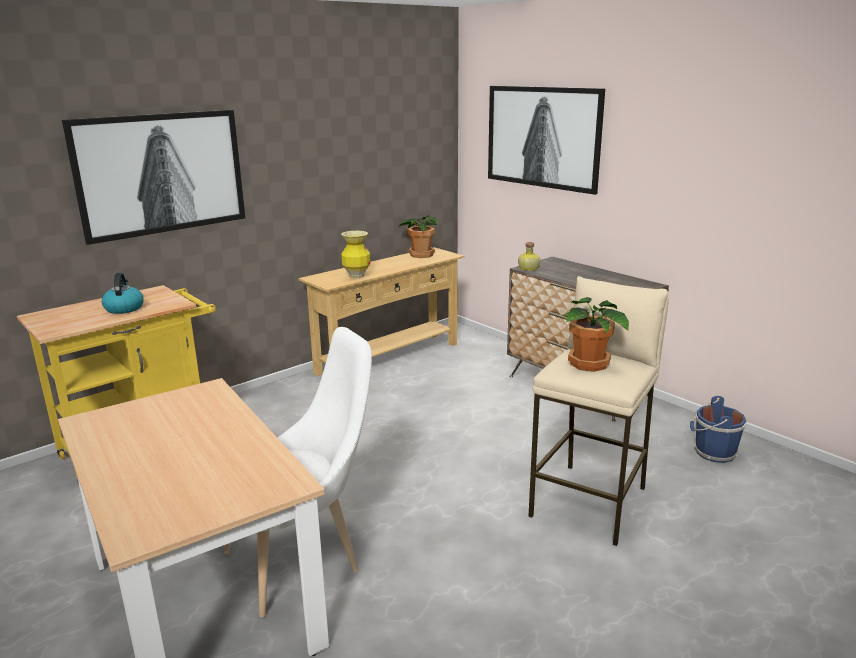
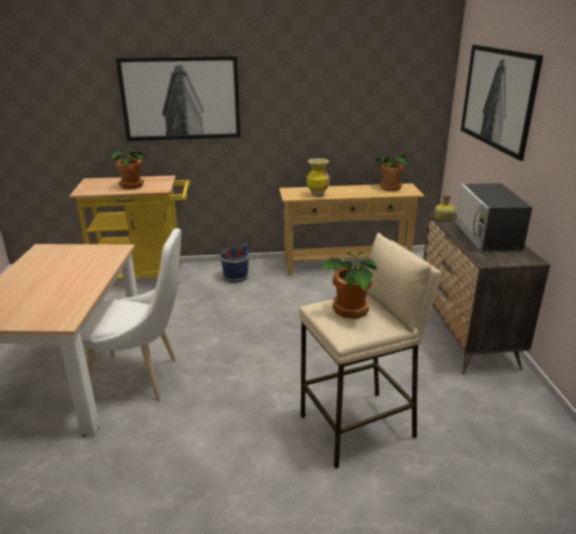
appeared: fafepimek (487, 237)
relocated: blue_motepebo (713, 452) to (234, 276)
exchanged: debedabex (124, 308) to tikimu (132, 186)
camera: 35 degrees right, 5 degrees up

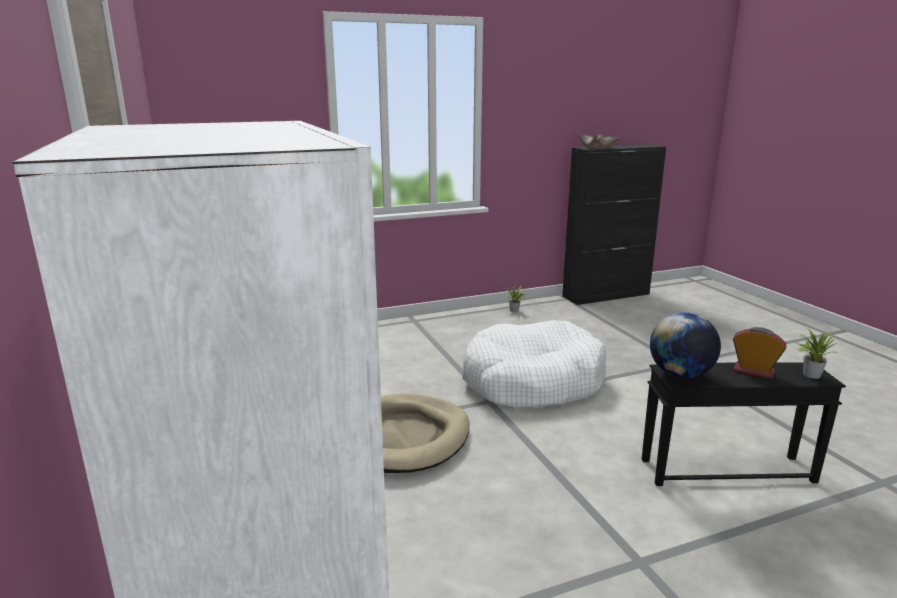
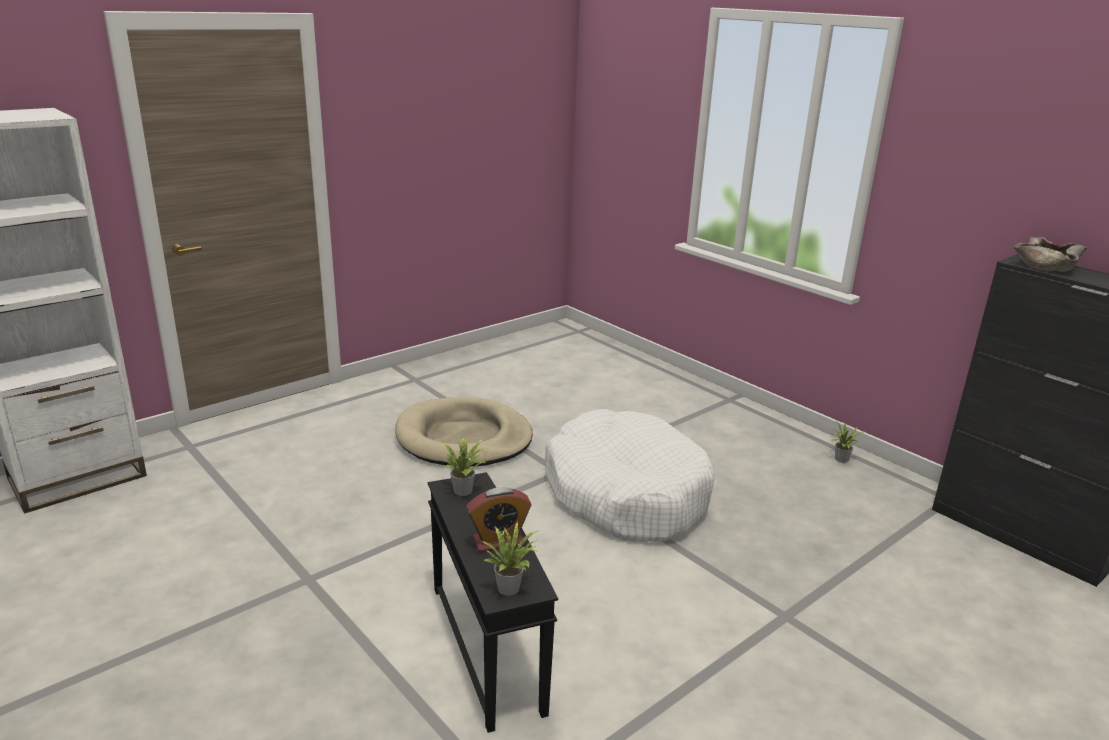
exchanged: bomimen (680, 374) to tikimu (465, 490)
spun: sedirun (753, 371) = (498, 542) 60 degrees clockwise
camera: 70 degrees right, 5 degrees up

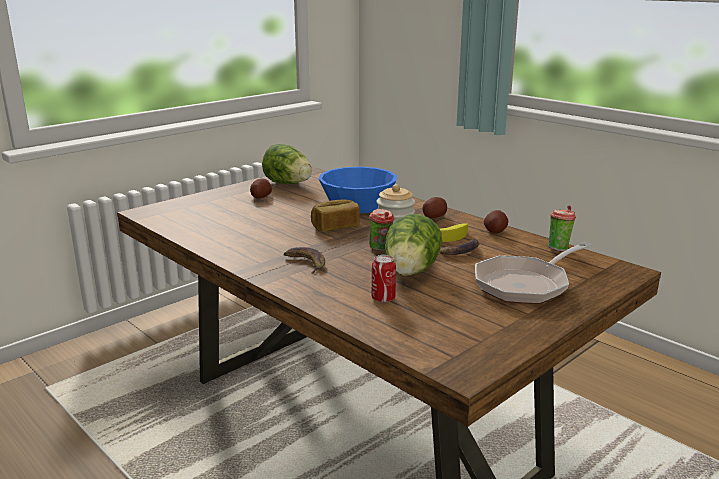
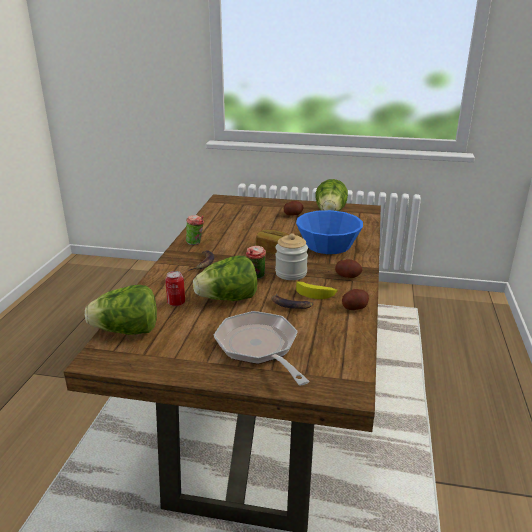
appeared: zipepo (127, 331)
relocated: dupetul (558, 248) to (196, 243)
spun: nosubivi (526, 284) = (259, 348) 45 degrees clockwise
camera: 55 degrees right, 5 degrees up

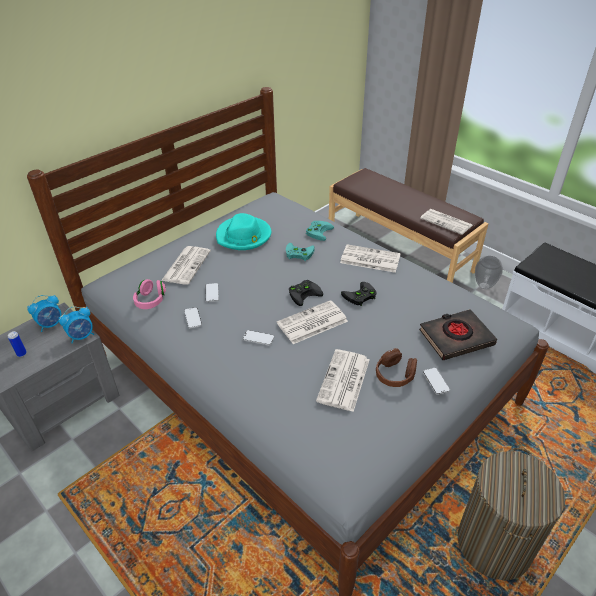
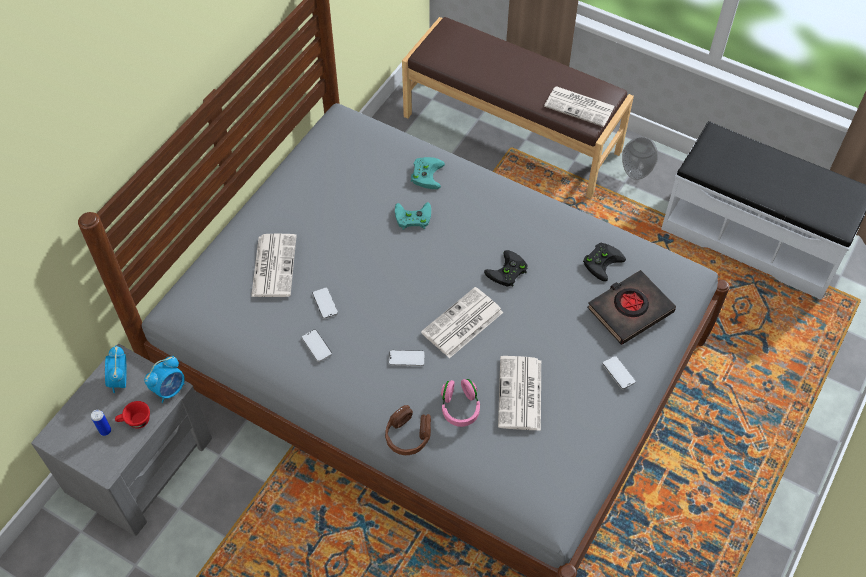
missing: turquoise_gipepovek (244, 236); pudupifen (369, 259); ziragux (494, 544)
appeared: red_dupetul (135, 421)
relocated: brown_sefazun (395, 375) to (408, 436); pink_sefazun (151, 301) to (460, 408); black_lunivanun (304, 293) to (602, 261)
spun: sedirun (51, 324) = (120, 380) 135 degrees clockwise
camera: 15 degrees left, 15 degrees up

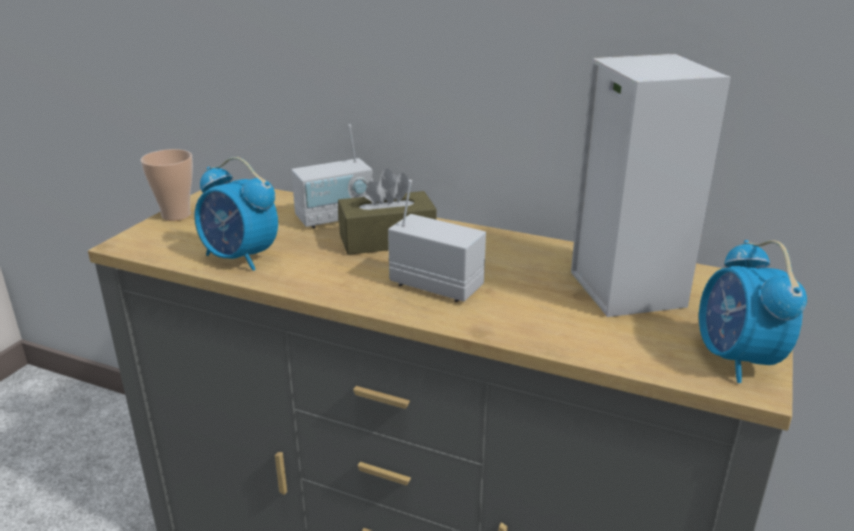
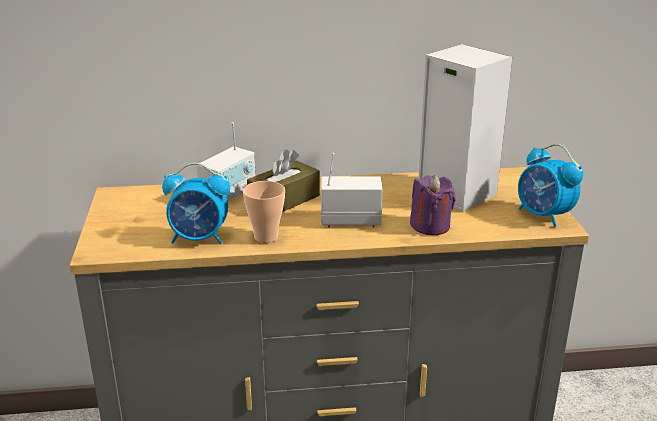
appeared: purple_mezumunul (430, 226)
relocated: dupetul (176, 215) to (266, 237)
camera: 30 degrees left, 0 degrees up

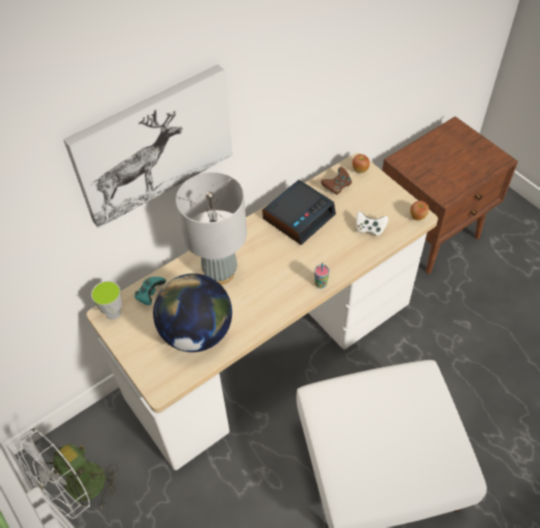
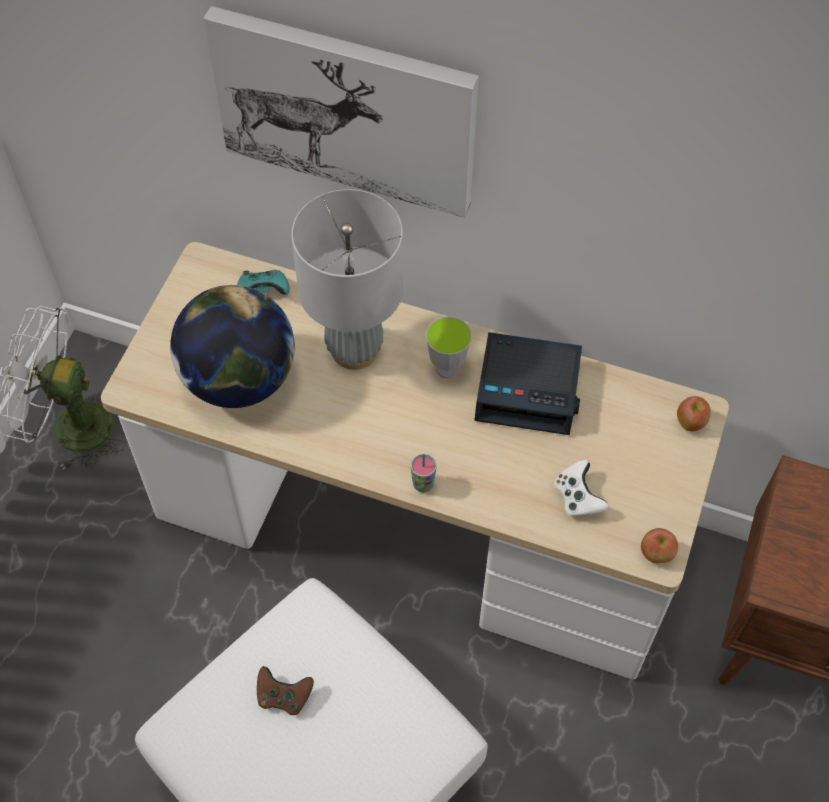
relocated: brown_lunivanun (337, 186) to (283, 696); dupetul (113, 313) to (447, 368)
camera: 55 degrees right, 5 degrees up

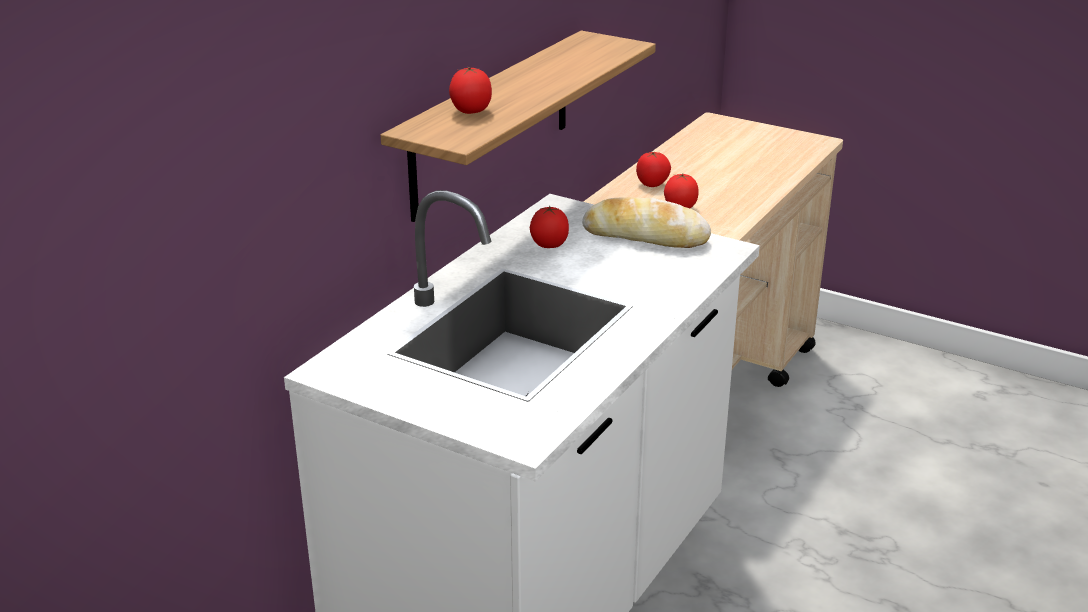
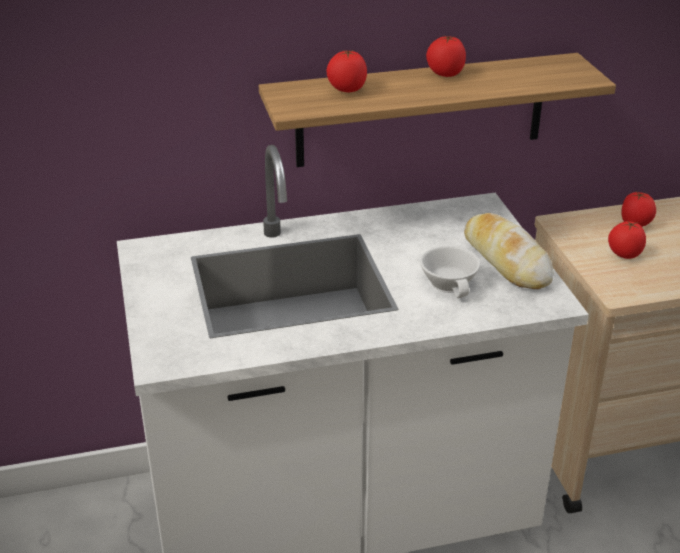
appeared: white_dupetul (451, 283)
relocated: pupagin (548, 246) to (444, 74)
camera: 45 degrees right, 5 degrees up

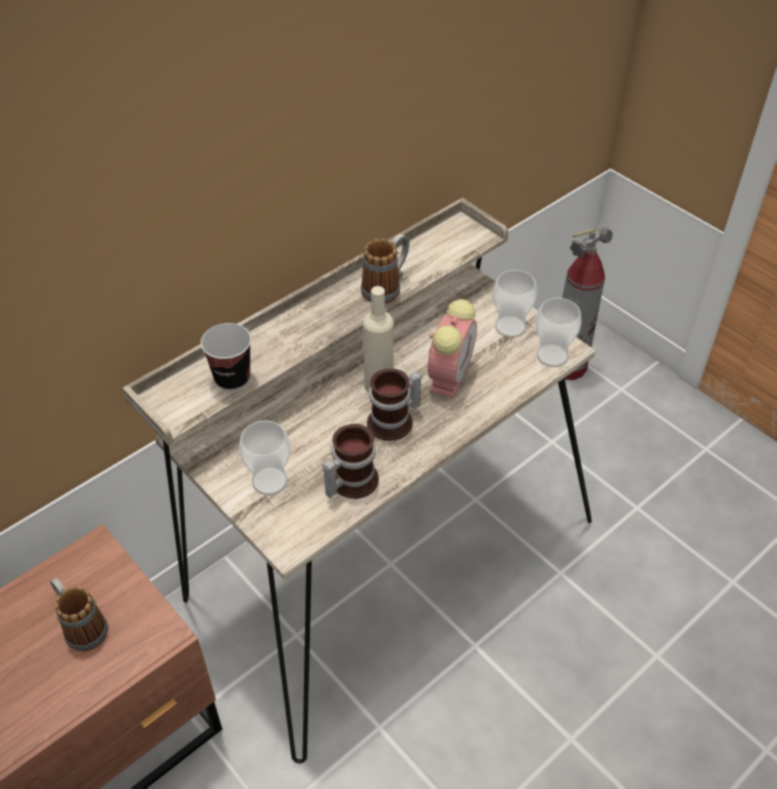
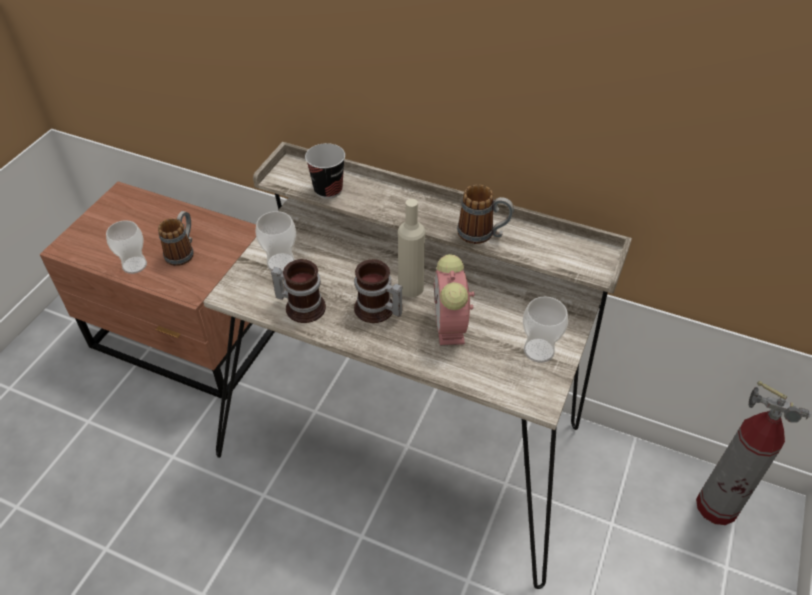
relocated: dupetul (552, 356) to (134, 265)
spun: sedirun (450, 375) = (450, 327) 90 degrees clockwise
camera: 65 degrees right, 0 degrees up

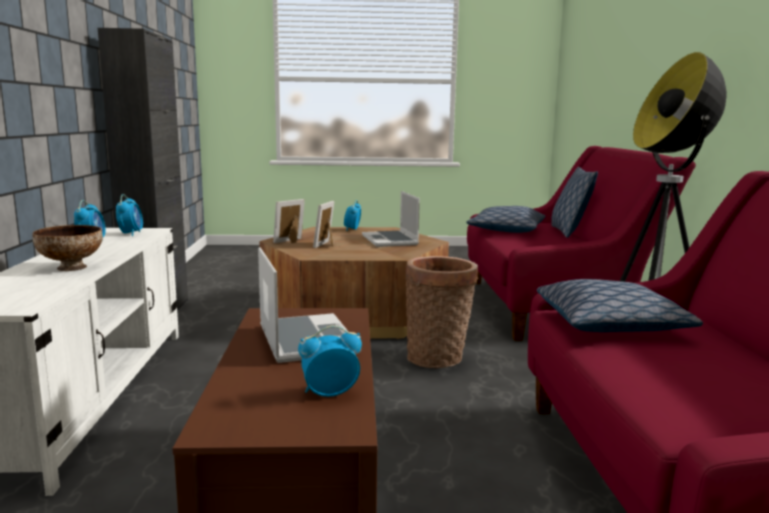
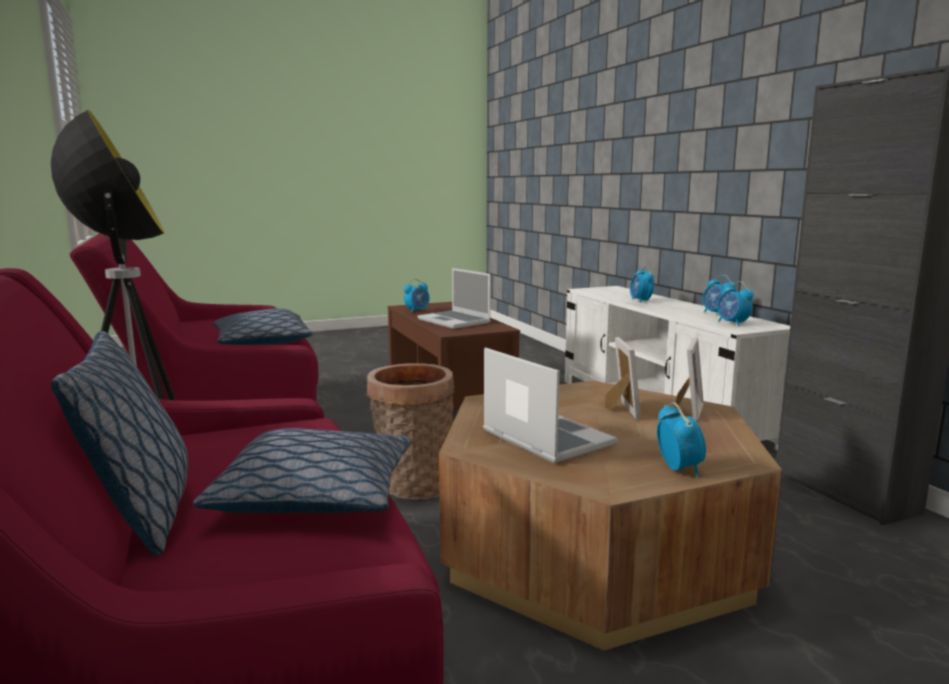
exchanged: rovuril (71, 267) to sedirun (641, 301)
camera: 160 degrees right, 0 degrees up

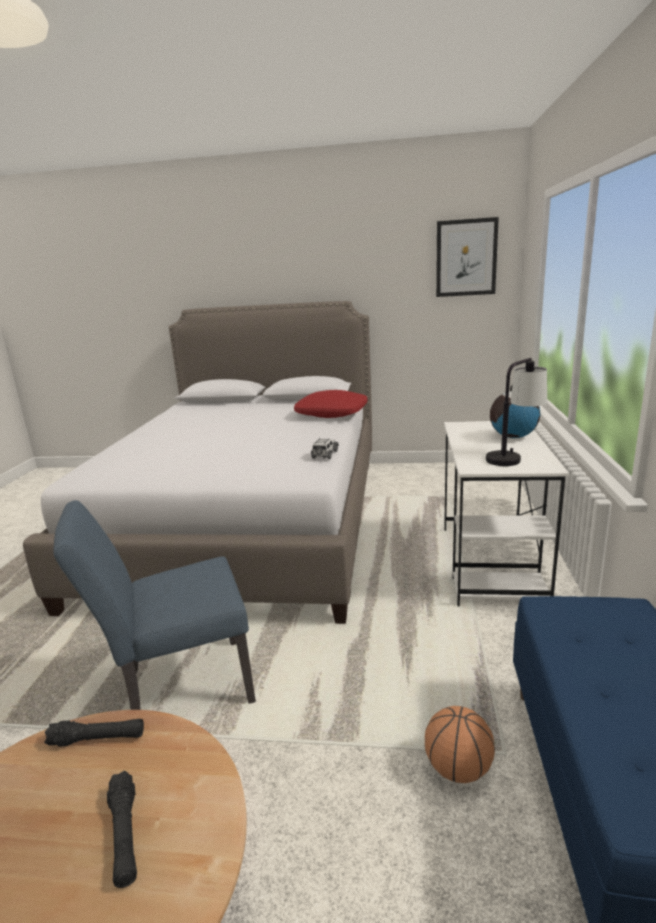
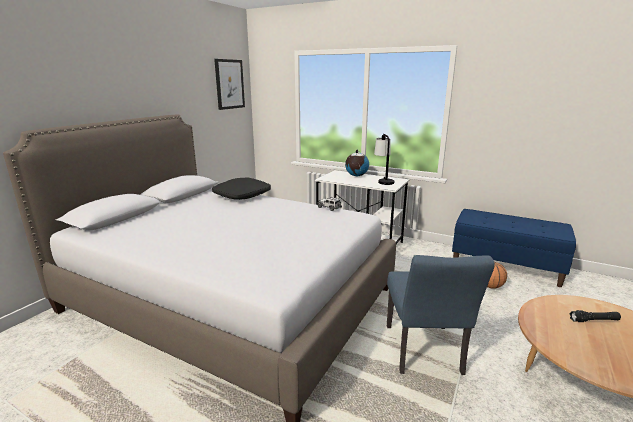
missing: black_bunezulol (97, 739)
colour: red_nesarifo (332, 413) to black_nesarifo (242, 195)
camera: 70 degrees left, 0 degrees up

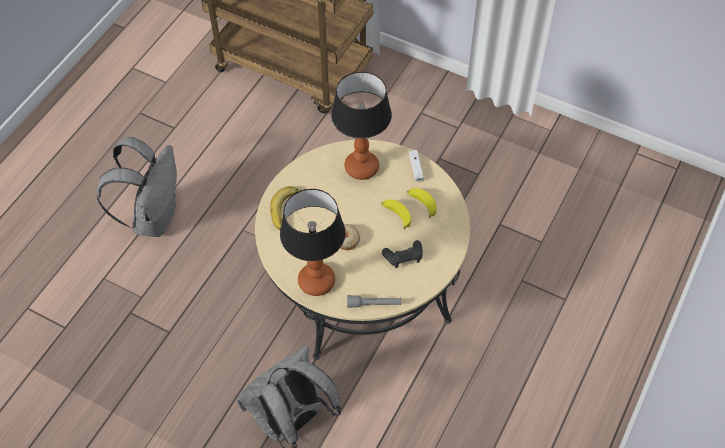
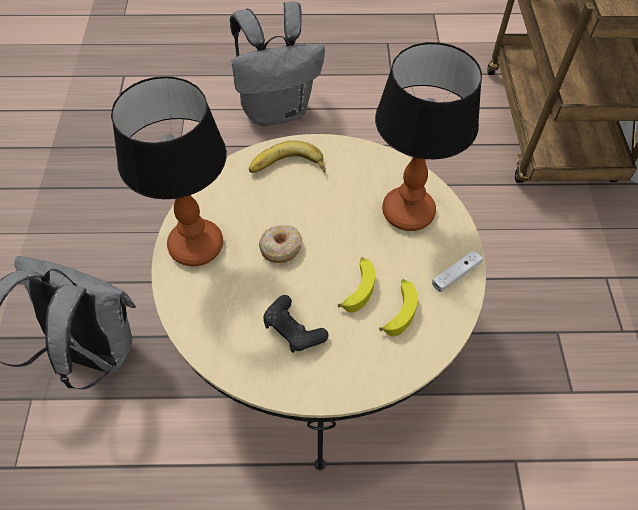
missing: grey_bunezulol (374, 304)
camera: 60 degrees right, 0 degrees up

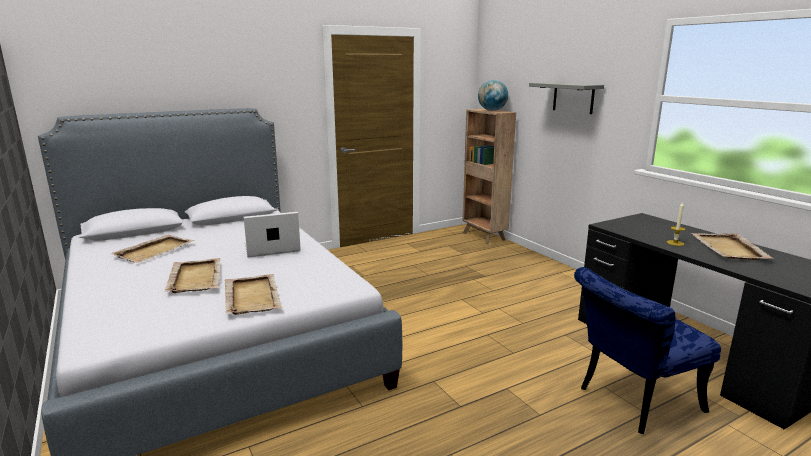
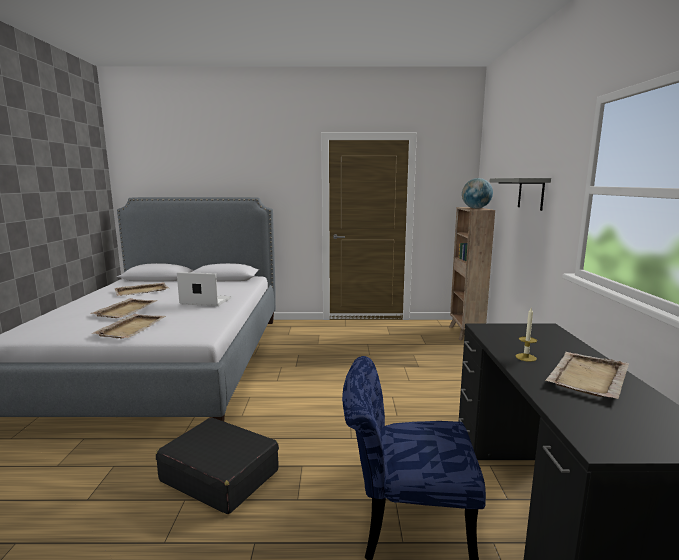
appeared: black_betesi (219, 475)
camera: 30 degrees right, 5 degrees down

